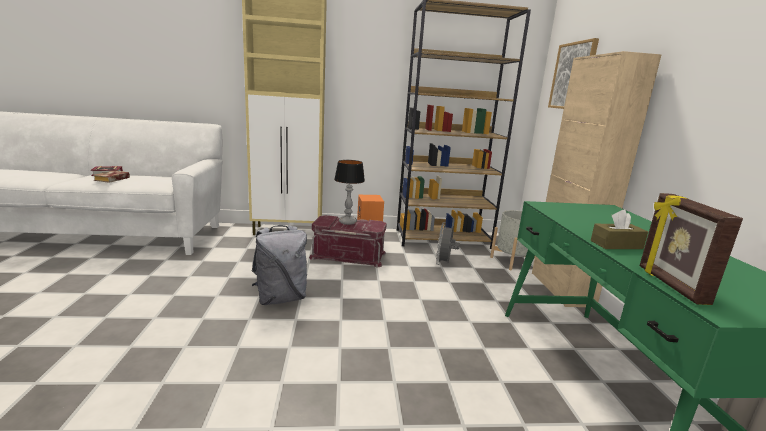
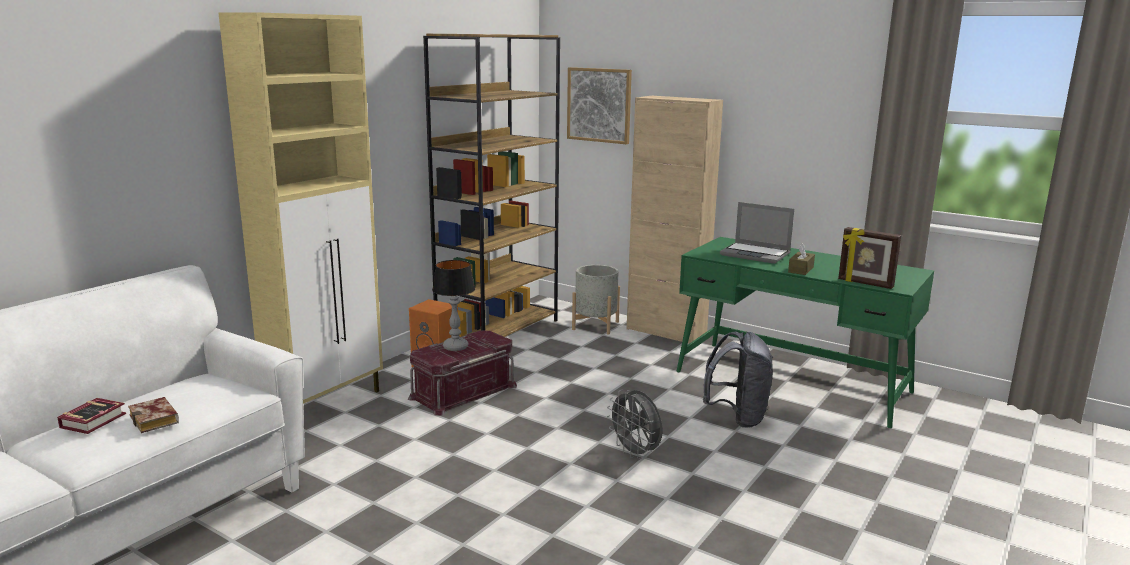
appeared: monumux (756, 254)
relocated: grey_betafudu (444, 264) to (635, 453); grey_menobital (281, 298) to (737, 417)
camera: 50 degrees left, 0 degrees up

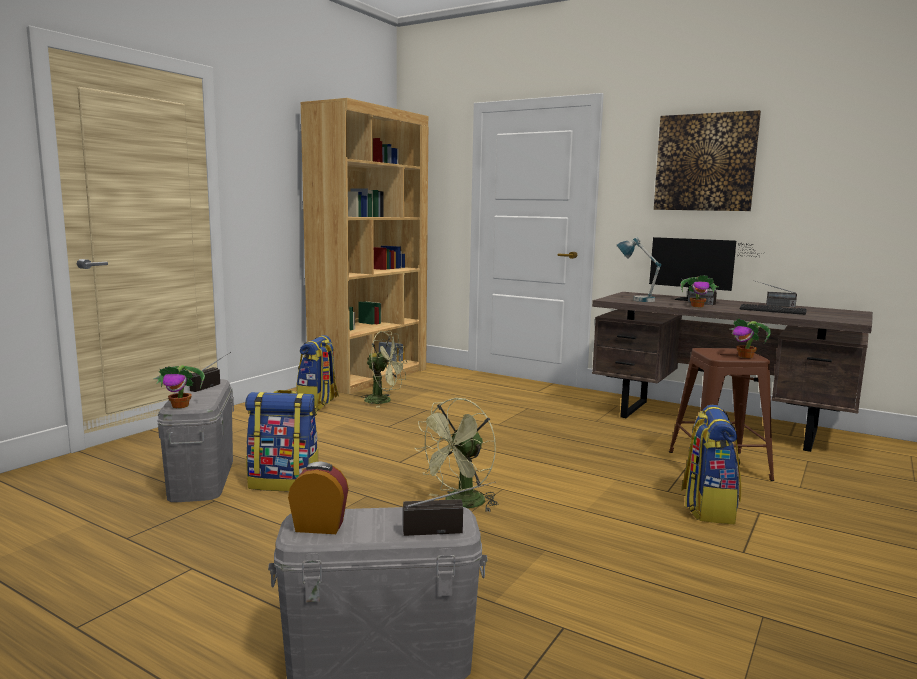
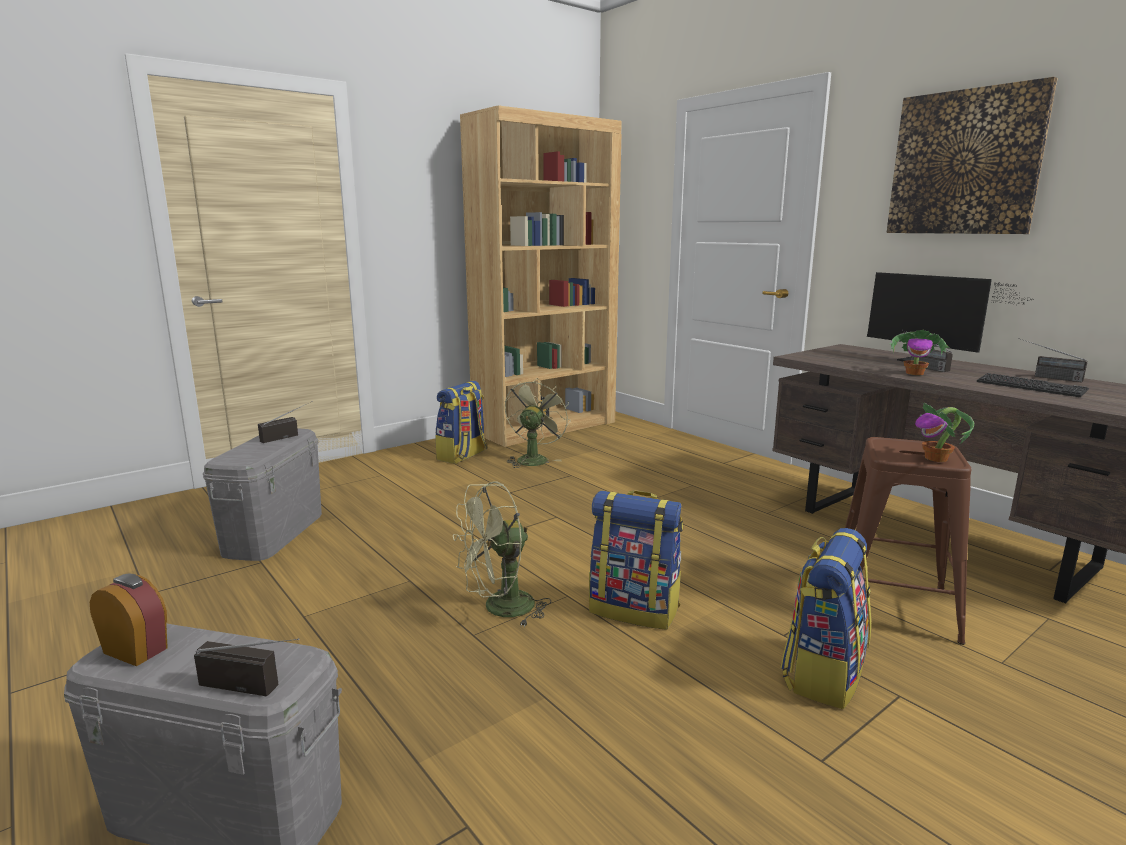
missing: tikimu (181, 406); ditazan (635, 299)
relocated: menobital (285, 483) to (635, 609)
spun: green_betafudu (384, 401) = (534, 459) 105 degrees counterclockwise
camera: 20 degrees right, 5 degrees up

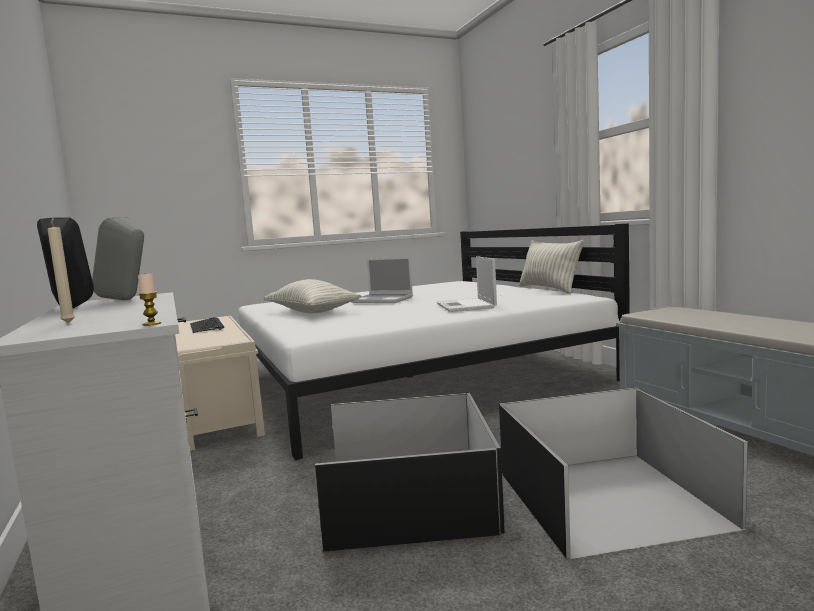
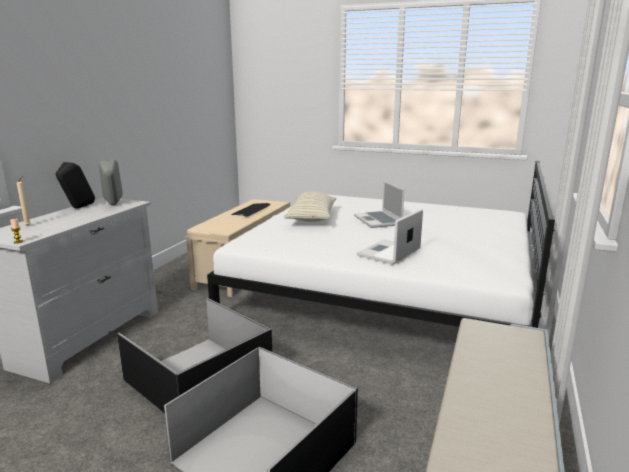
missing: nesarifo (549, 289)
camera: 45 degrees right, 10 degrees up

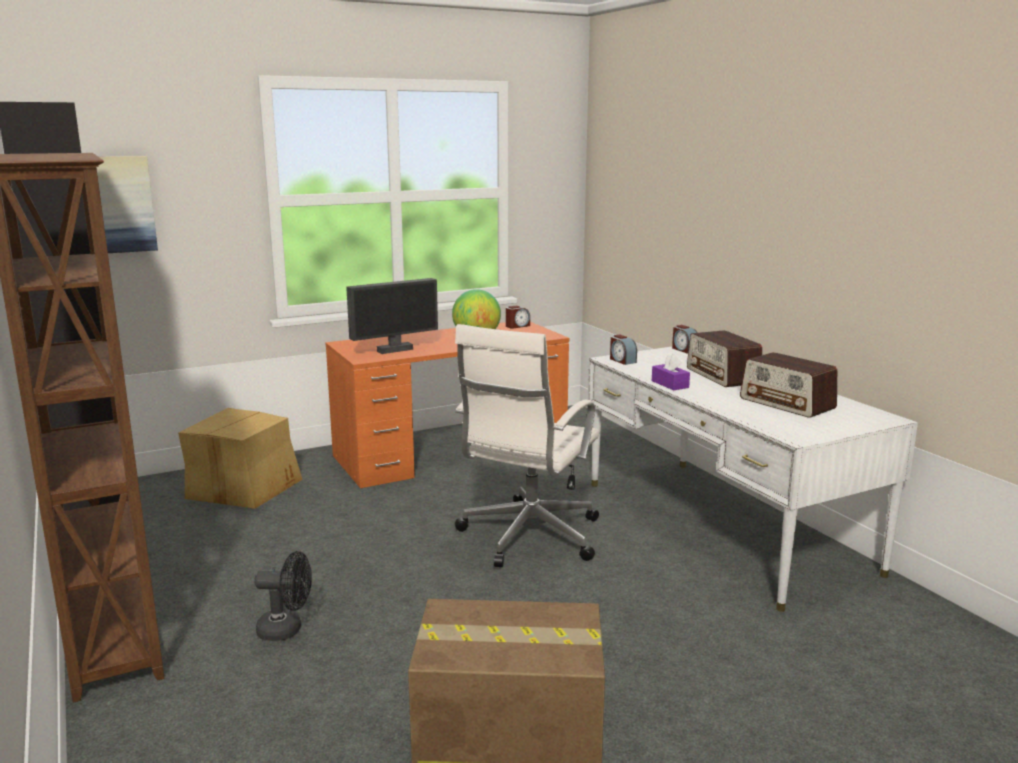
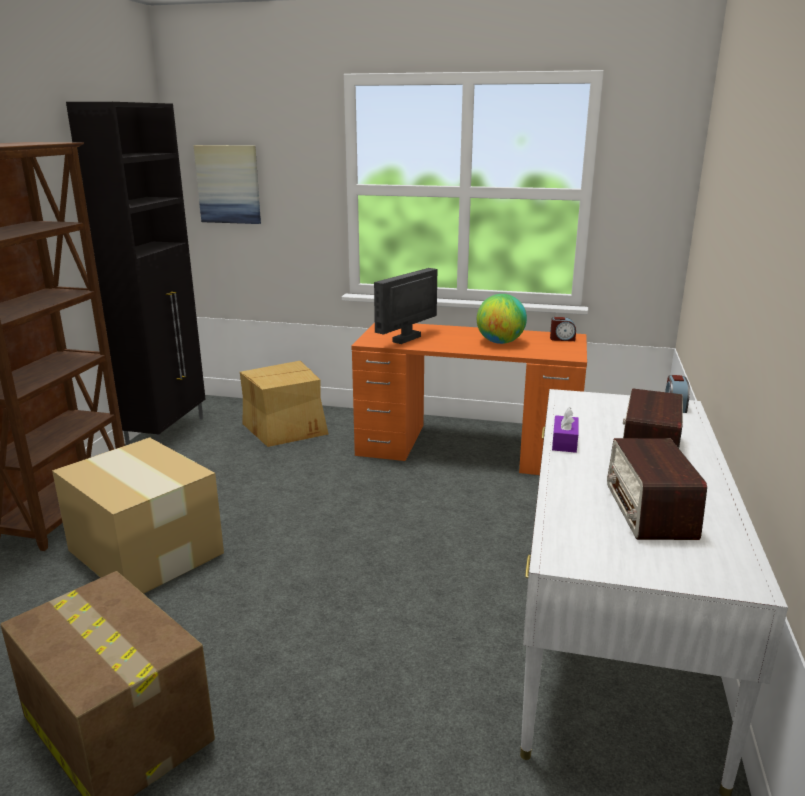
missing: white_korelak (528, 537); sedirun (622, 360)
exchanged: black_betafudu (287, 630) to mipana (145, 550)
spun: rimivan (394, 350) = (407, 339) 120 degrees clockwise
camera: 40 degrees right, 5 degrees up

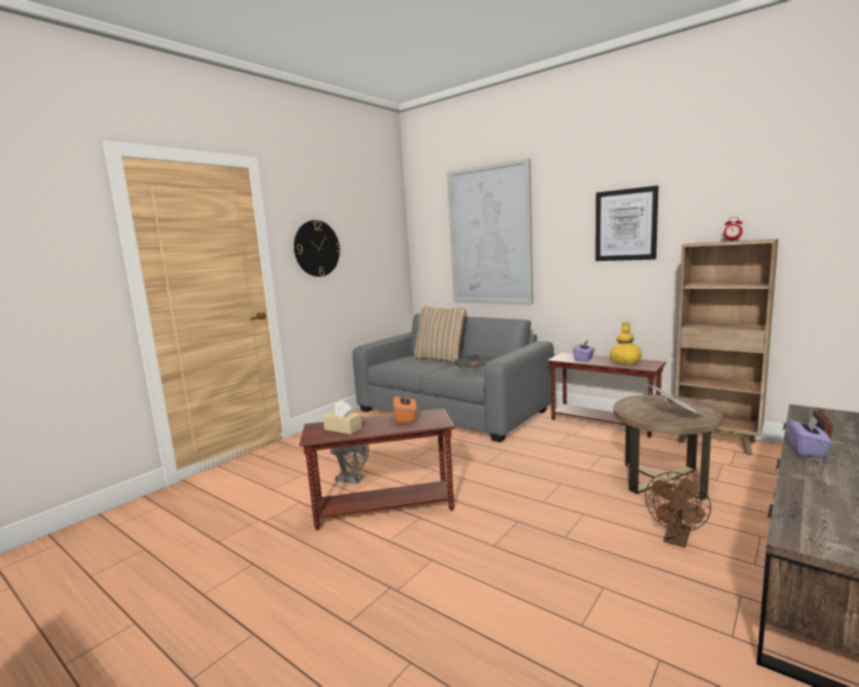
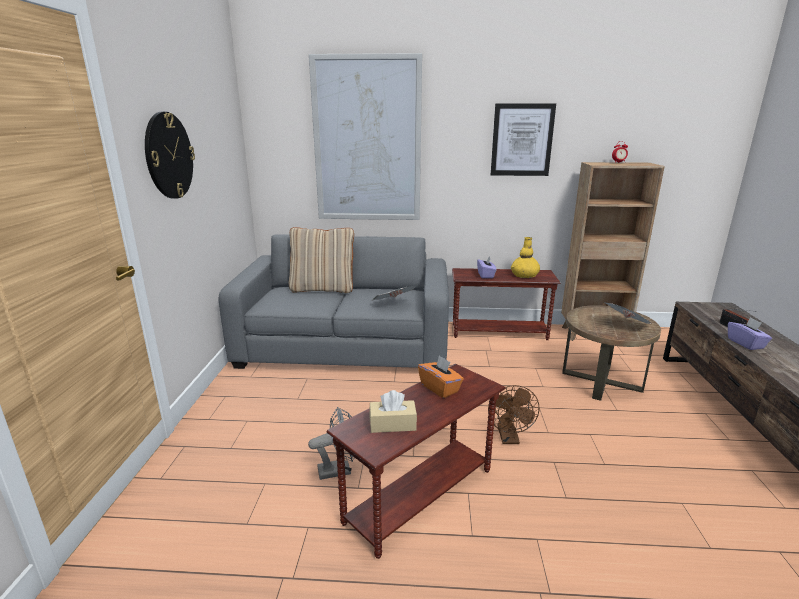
relocated: brown_betafudu (676, 540) to (509, 438)
camera: 35 degrees left, 10 degrees up

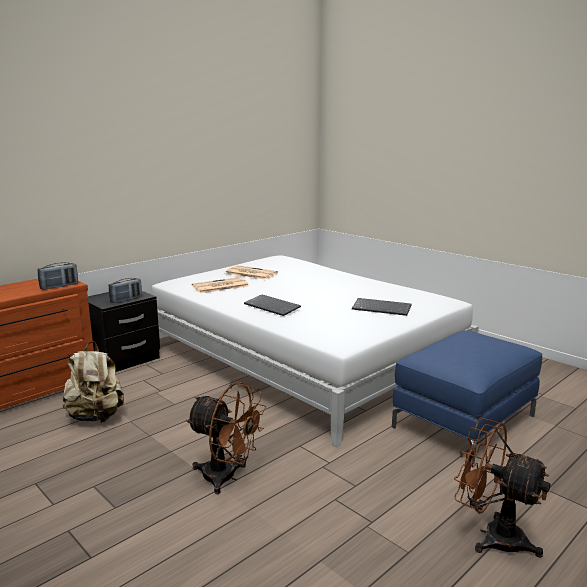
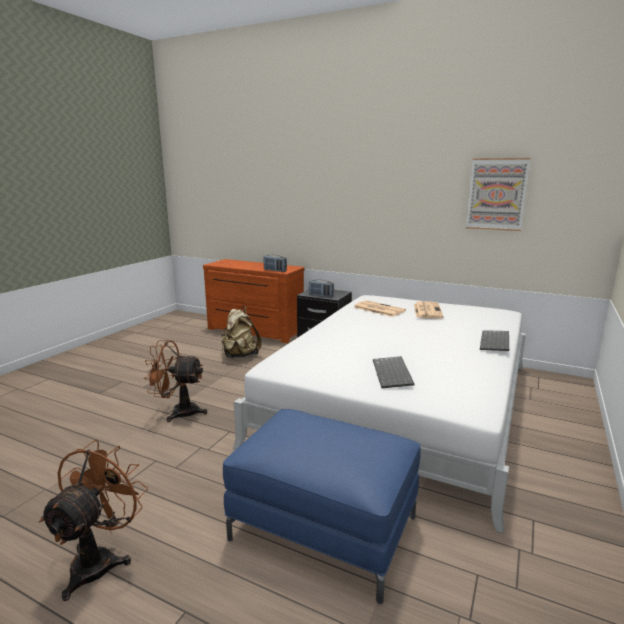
appeared: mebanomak (496, 194)
relocated: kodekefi (273, 306) to (496, 342)
spun: brown_betafudu (227, 477) = (178, 412) 90 degrees clockwise
camera: 70 degrees right, 0 degrees up

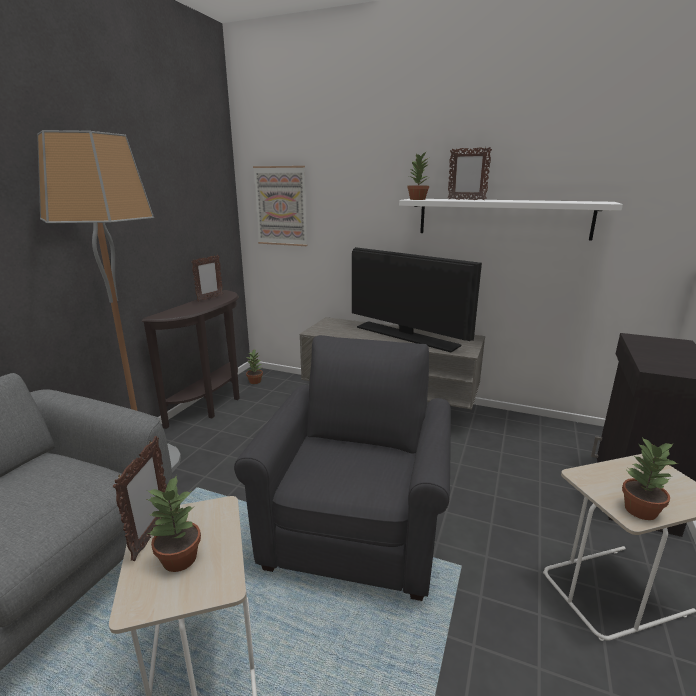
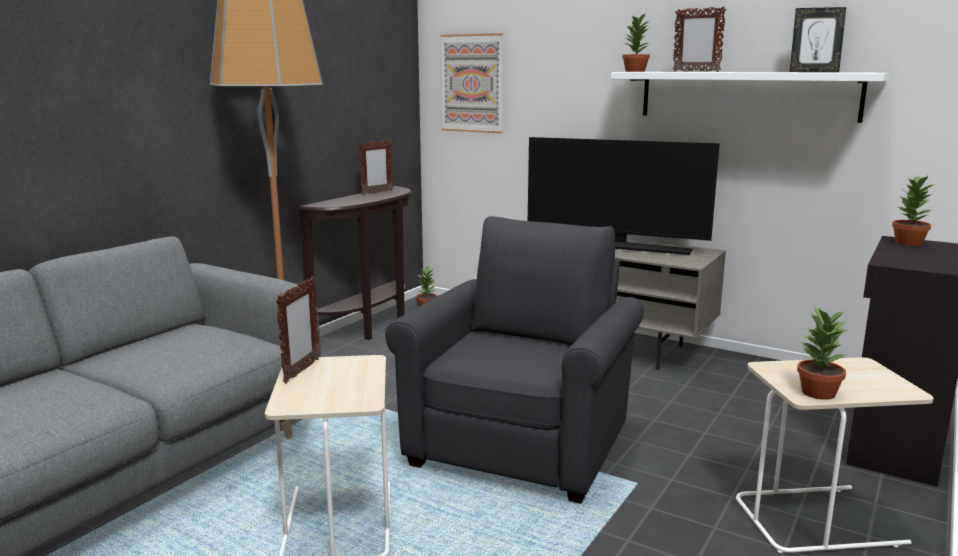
appeared: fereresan (813, 72)
relocated: tikimu (178, 559) to (908, 243)
spun: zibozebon (404, 336) = (616, 246) 150 degrees clockwise
camera: 10 degrees right, 5 degrees down

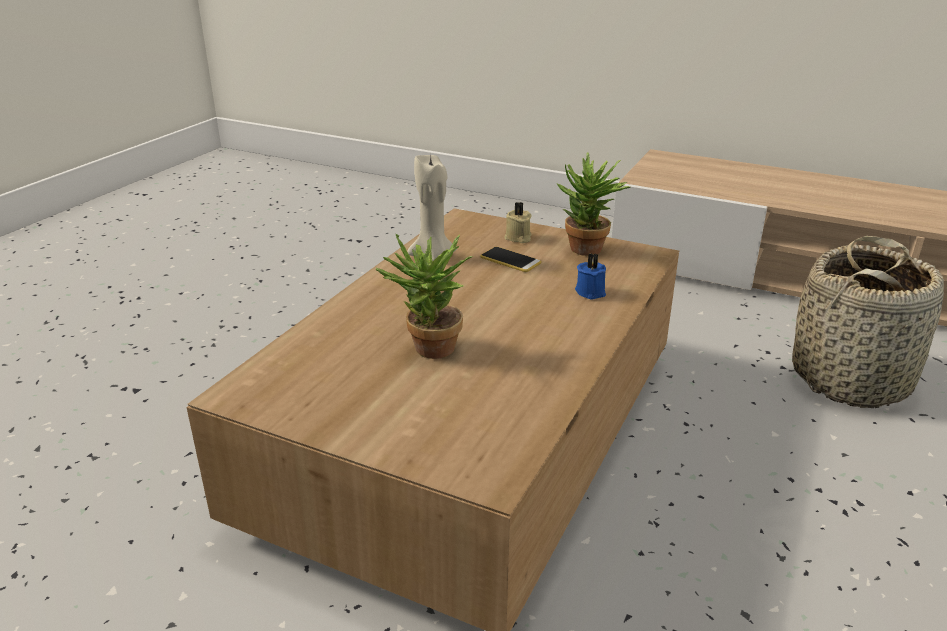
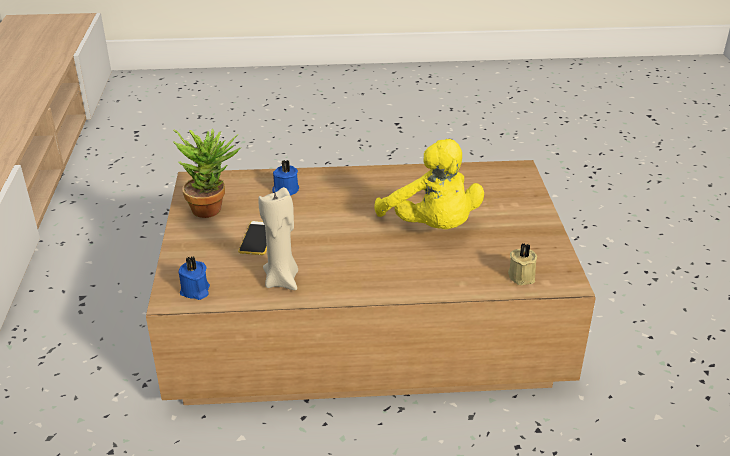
missing: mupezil (851, 378)
appeared: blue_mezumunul (195, 291)
relocated: beige_mezumunul (518, 238) to (522, 276)
exchanged: tikimu (428, 351) to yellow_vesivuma (432, 227)
camera: 120 degrees left, 5 degrees up

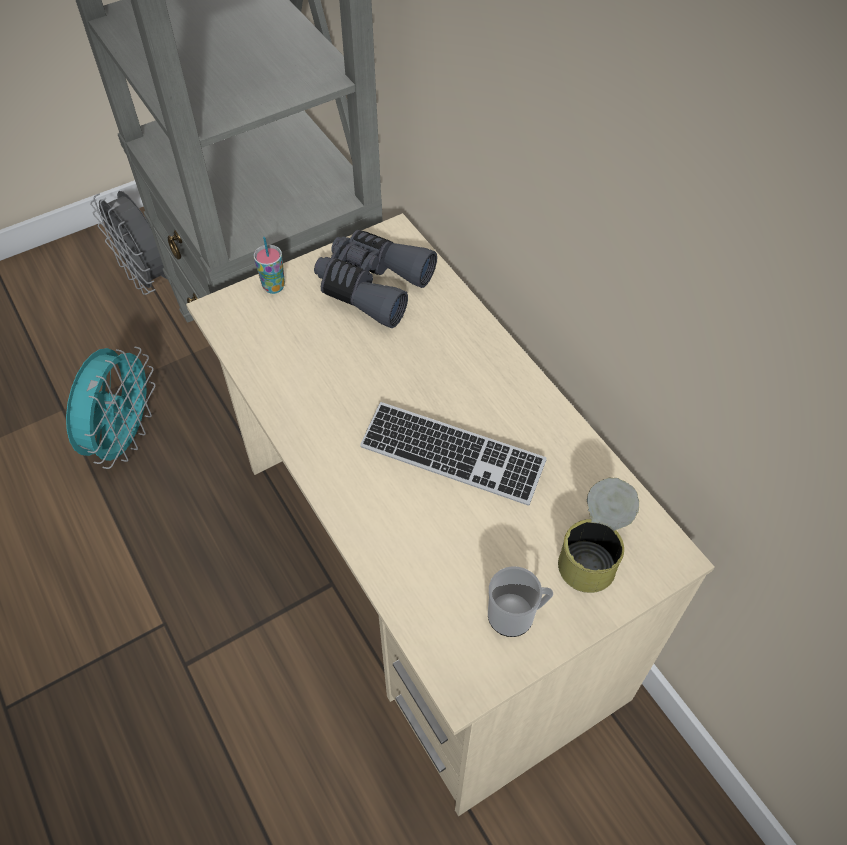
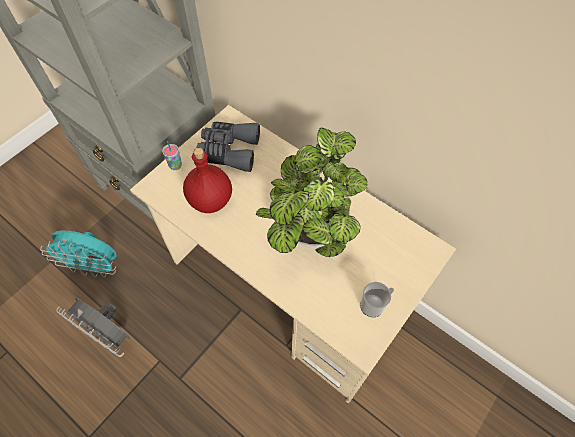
missing: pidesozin (594, 551)
appeared: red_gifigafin (211, 201)
relocated: grey_betafudu (148, 278) to (110, 335)
exchanged: kodekefi (452, 455) to tikimu (309, 232)
spun: turquoise_betafudu (125, 438) = (95, 267) 105 degrees clockwise
camera: 20 degrees left, 5 degrees up

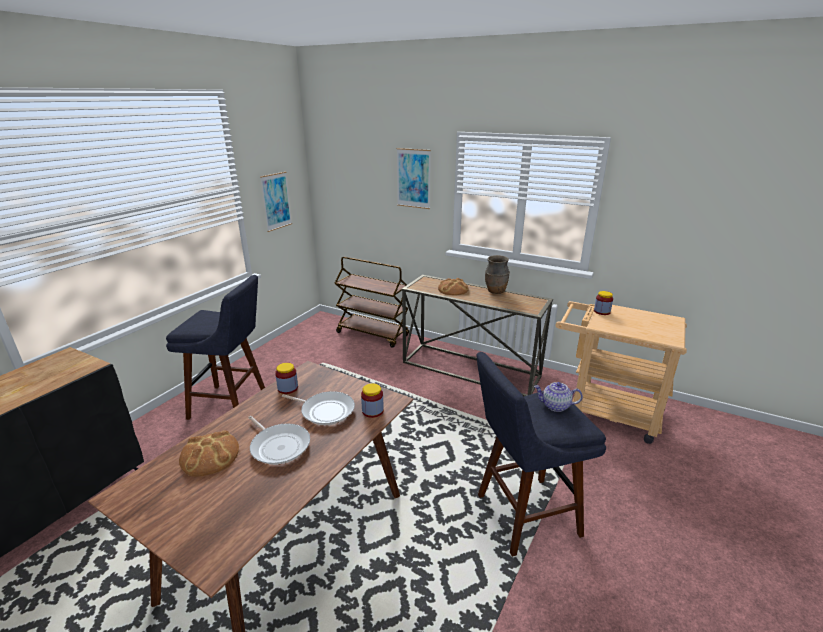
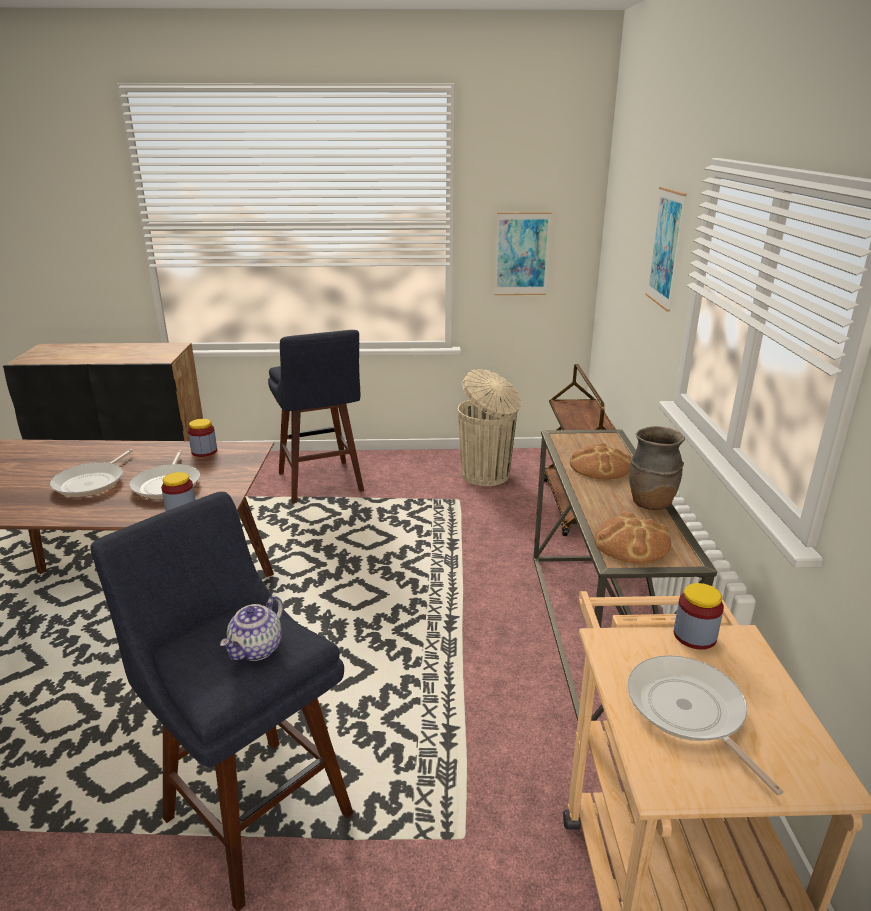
appeared: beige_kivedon (486, 475); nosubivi (689, 712)
relocated: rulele (210, 456) to (631, 543)
spun: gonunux (555, 406) = (257, 649) 135 degrees counterclockwise
camera: 60 degrees right, 0 degrees up

